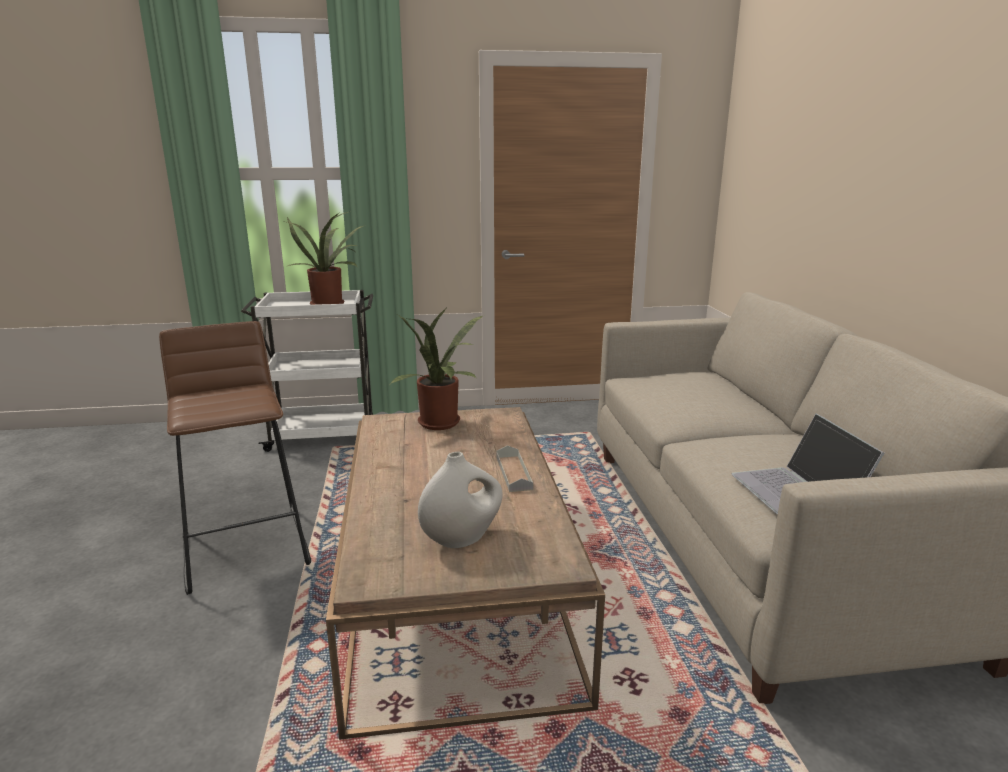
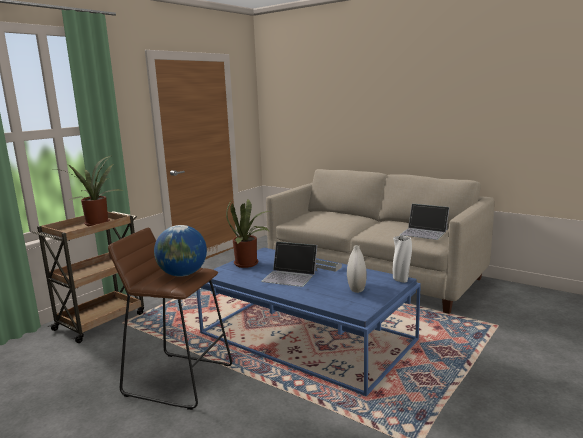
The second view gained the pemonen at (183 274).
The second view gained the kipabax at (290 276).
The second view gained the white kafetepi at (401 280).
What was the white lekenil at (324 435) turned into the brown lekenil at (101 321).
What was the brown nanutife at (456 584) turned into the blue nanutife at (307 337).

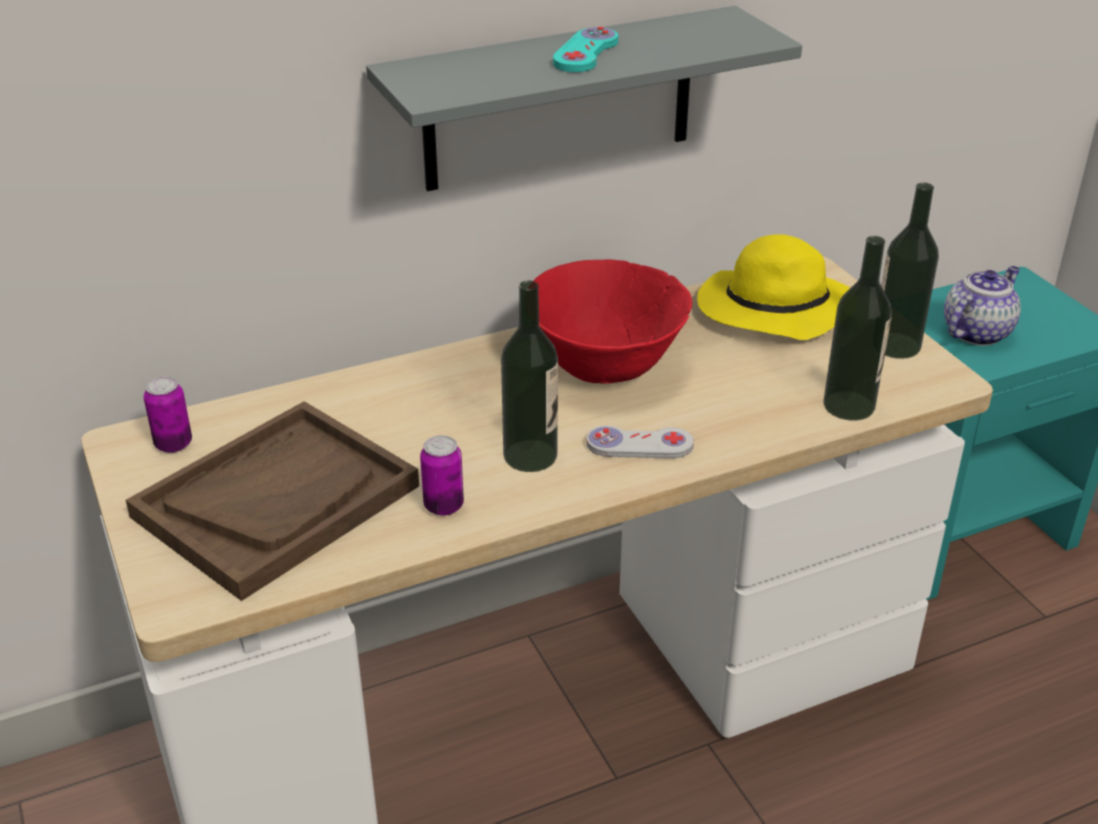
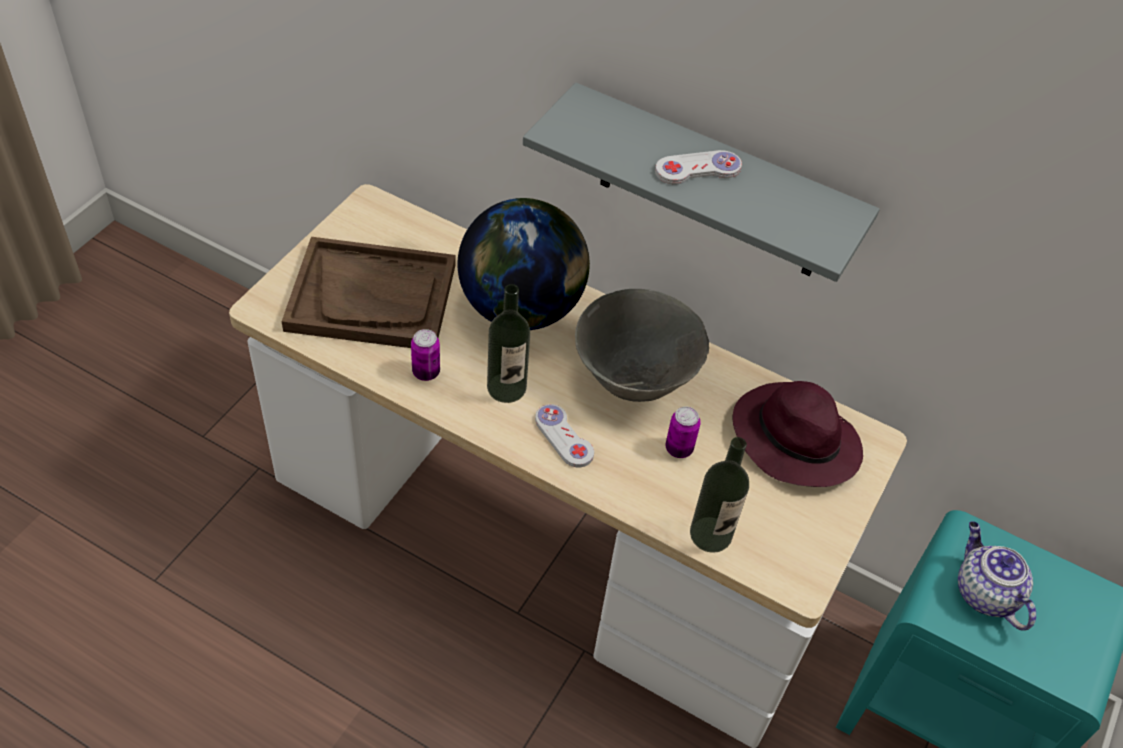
The second view lost the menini at (896 345).
The second view gained the pemonen at (522 308).
The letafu ended up elsewhere, having gone from (173 444) to (679 448).
What was the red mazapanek at (604 366) turned into the grey mazapanek at (635 377).
What was the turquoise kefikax at (585 53) turned into the white kefikax at (697 169).
What was the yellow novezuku at (772 311) turned into the purple novezuku at (793 439).
The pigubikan at (976 332) ended up facing another way, 120 degrees counterclockwise from before.

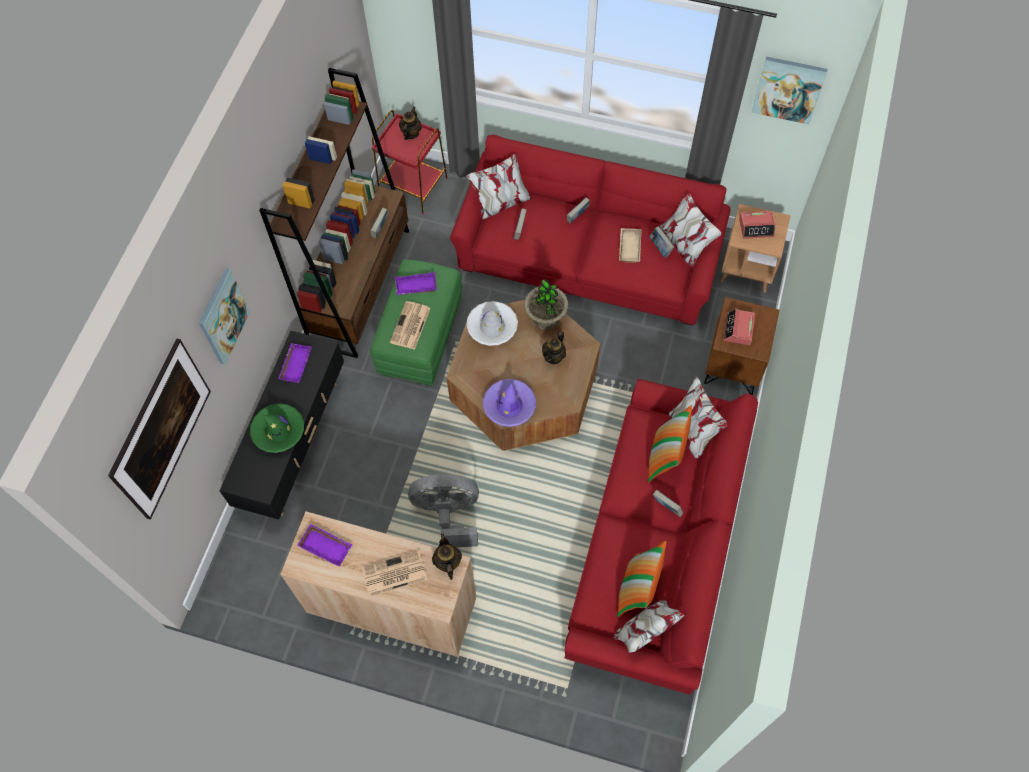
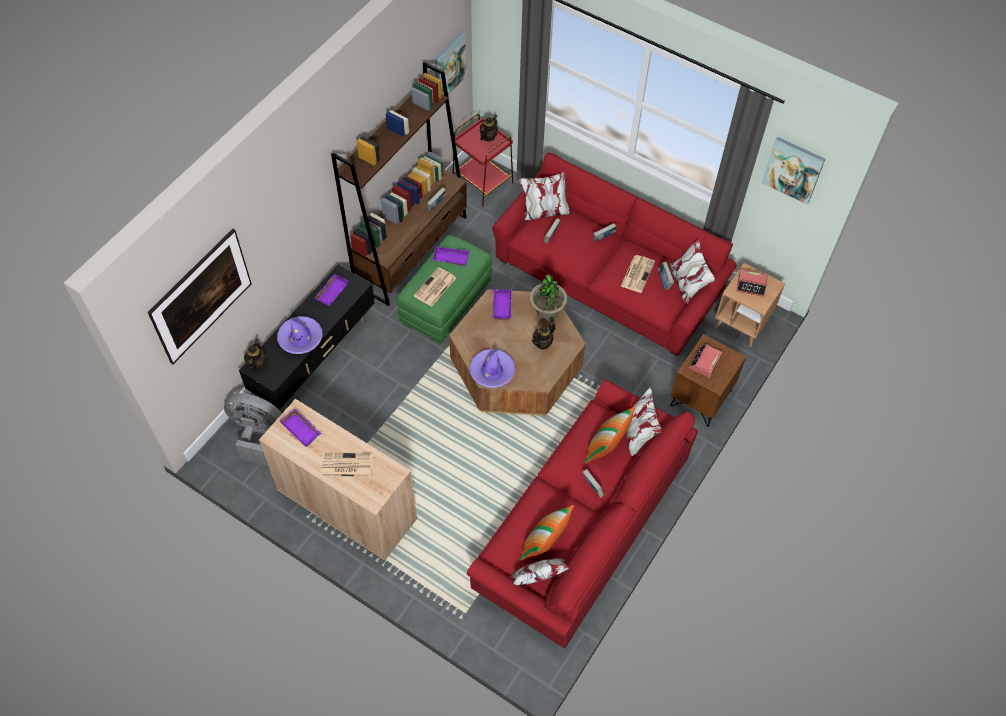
The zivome ended up elsewhere, having gone from (222 316) to (449 66).
The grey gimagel ended up elsewhere, having gone from (448 514) to (258 435).
The pigubikan ended up elsewhere, having gone from (447 562) to (257 363).
Where the white novezuku stood at (492 326), the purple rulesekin came to stand at (500 306).
Where the beige rulesekin stood at (628 247), the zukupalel came to stand at (637 273).
What was the green novezuku at (278 431) turned into the purple novezuku at (300 338).

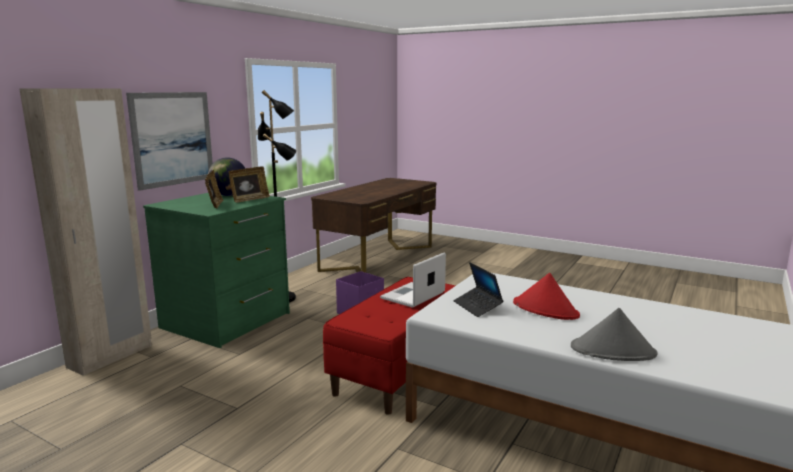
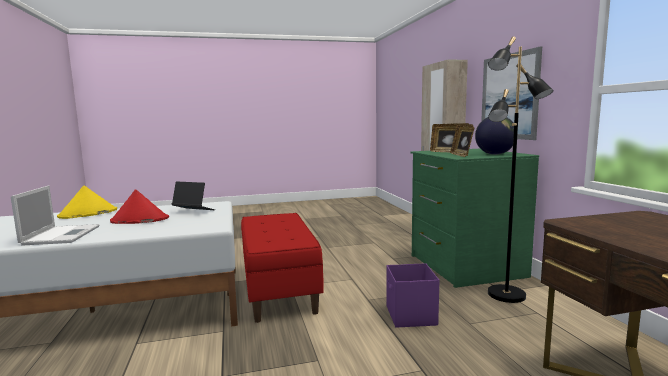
The kipabax ended up elsewhere, having gone from (412 296) to (62 235).
What was the grey novezuku at (613 351) turned into the yellow novezuku at (88 213).

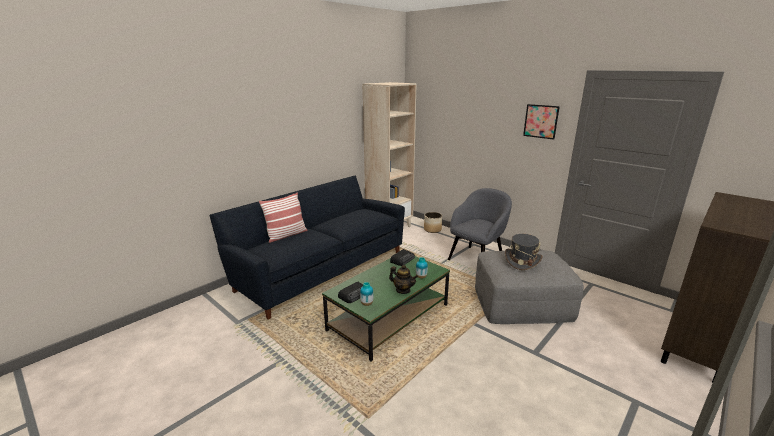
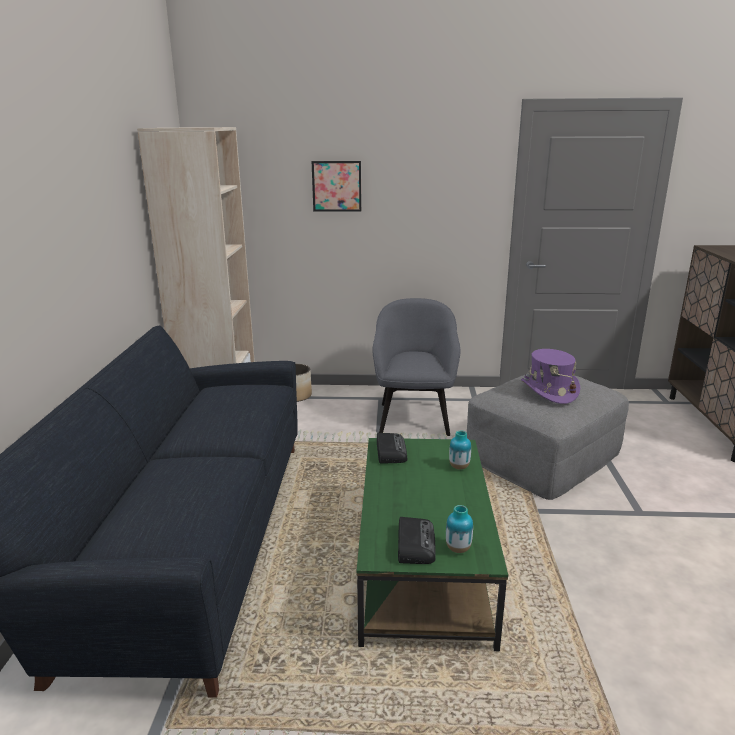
The second view lost the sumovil at (286 235).
The second view lost the pigubikan at (403 290).
The zivome ended up elsewhere, having gone from (541 121) to (336 186).
What was the grey novezuku at (522 261) turned into the purple novezuku at (549 391).

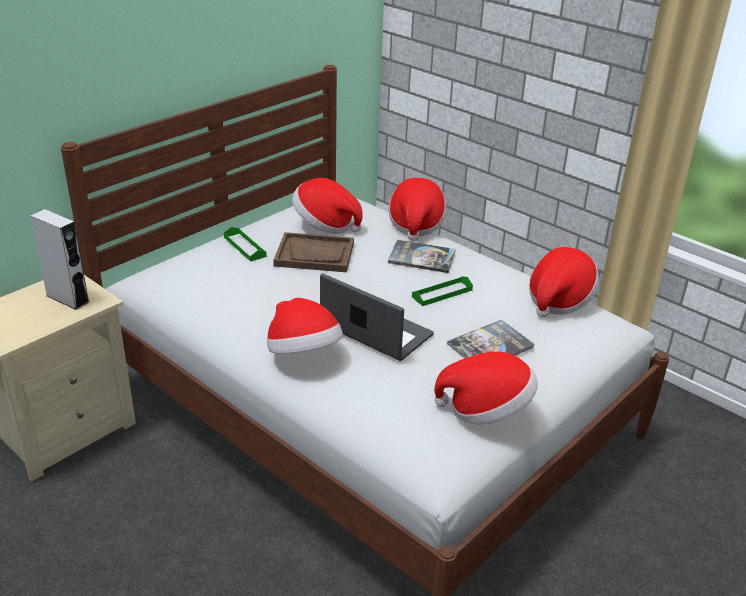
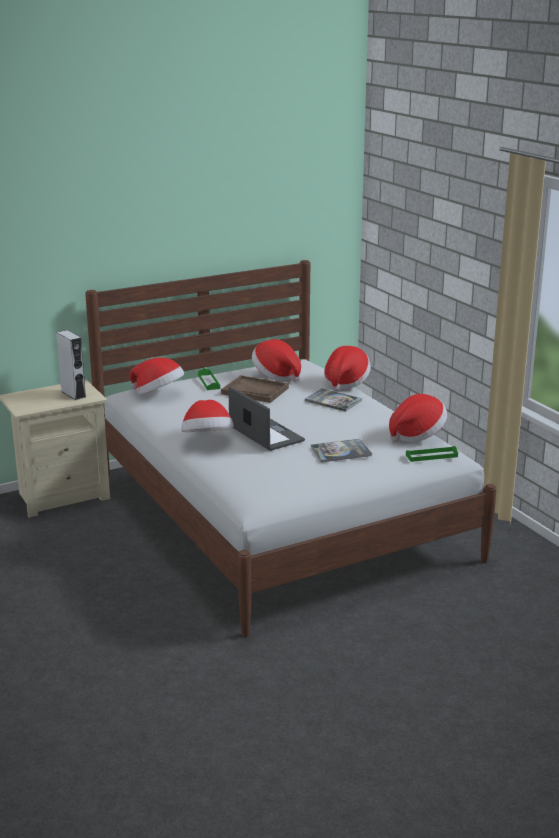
The green rulesekin ended up elsewhere, having gone from (442 293) to (431 456).
The novezuku ended up elsewhere, having gone from (486 410) to (158 394).

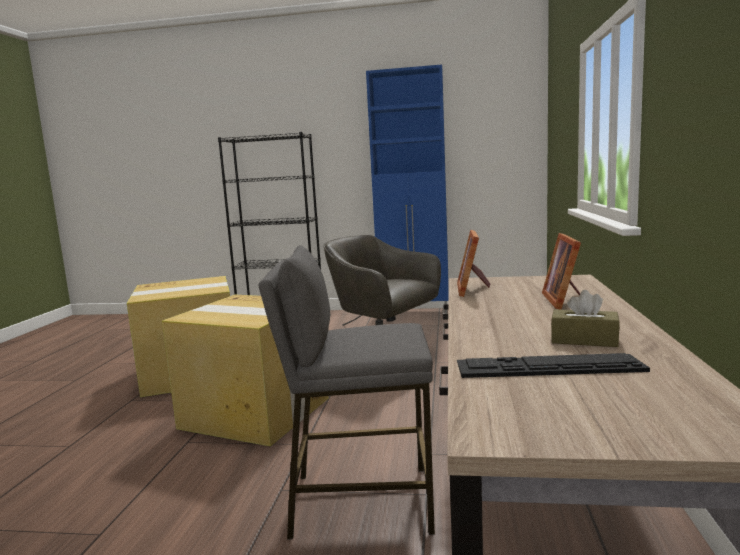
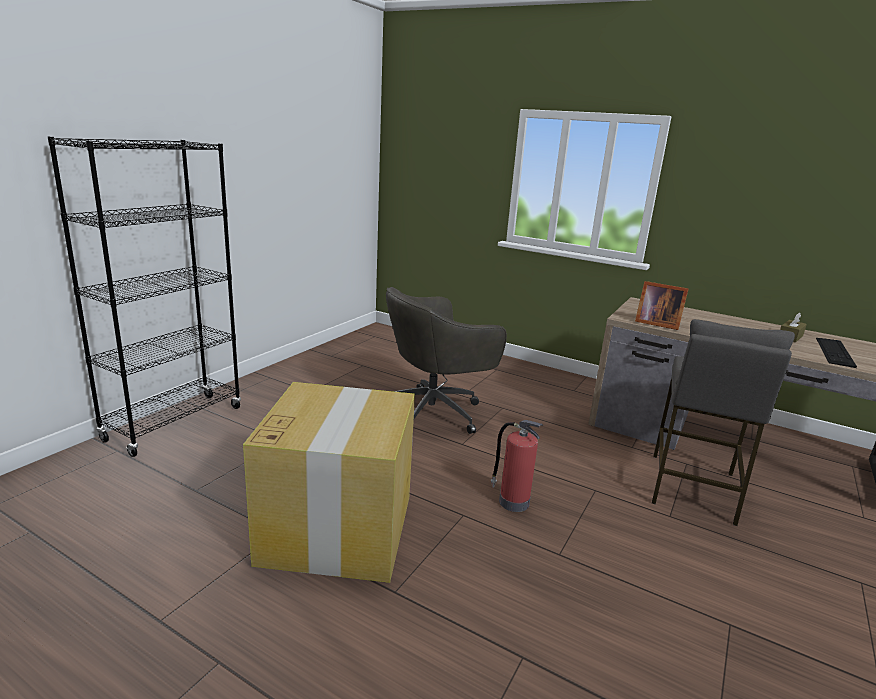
The second view lost the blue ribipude at (415 313).
The second view lost the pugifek at (564 300).
Where the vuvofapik stood at (257 413), the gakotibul came to stand at (512 501).

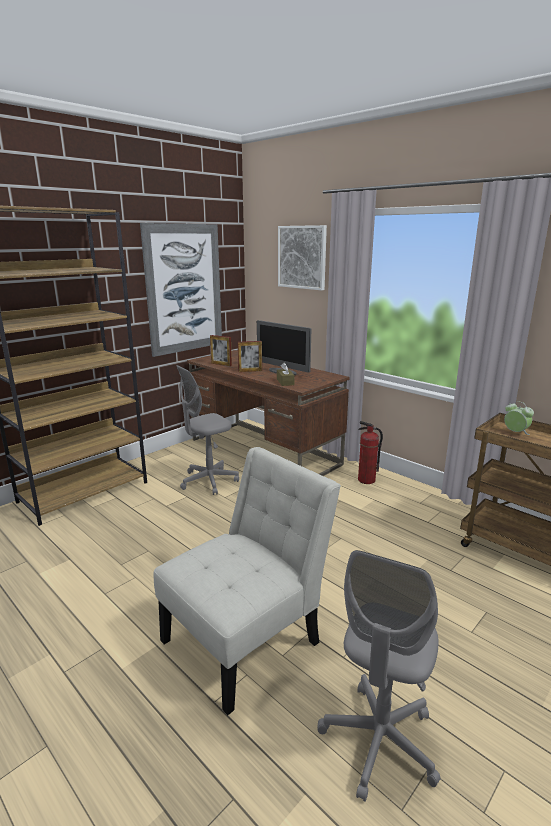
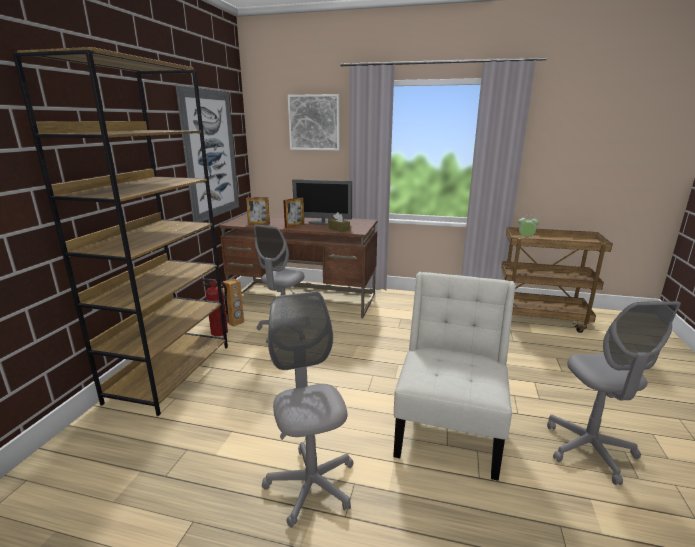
The second view gained the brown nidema at (236 322).
The second view gained the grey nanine at (311 485).
The gakotibul ended up elsewhere, having gone from (366 480) to (219 332).

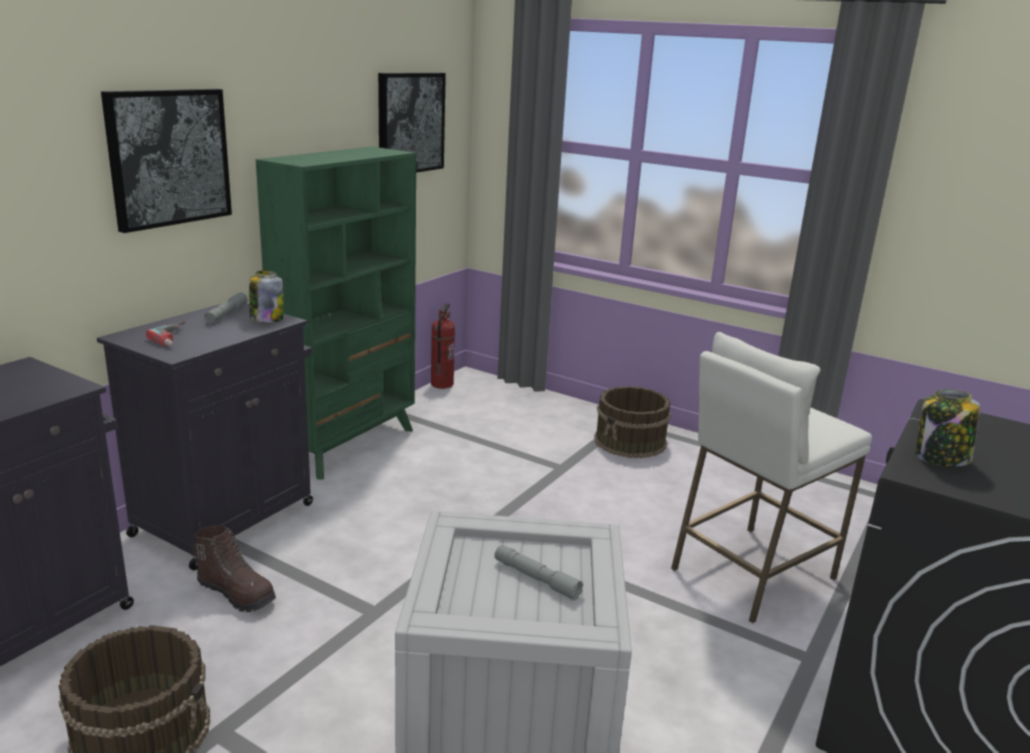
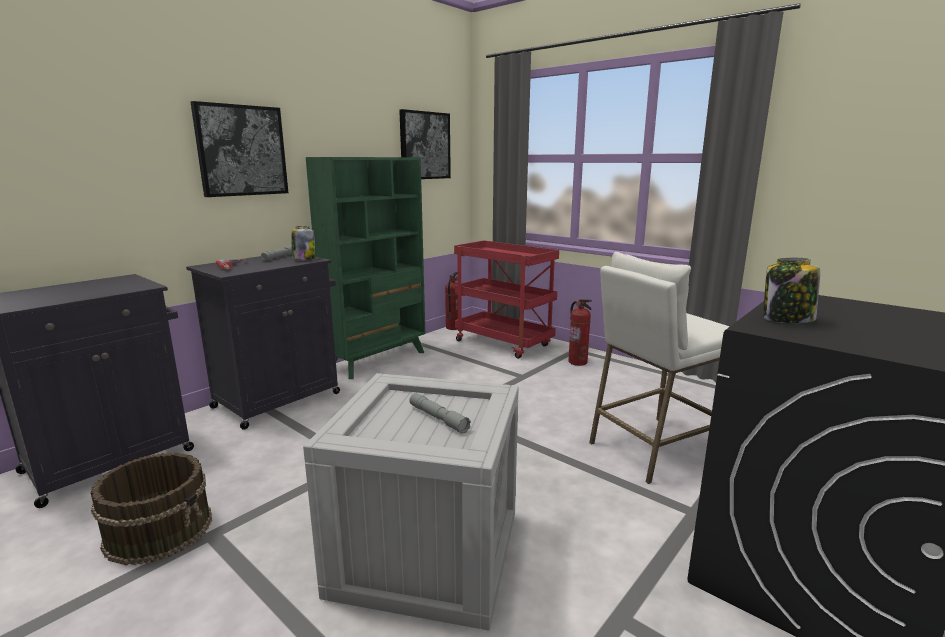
The second view lost the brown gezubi at (237 593).
The second view gained the red lekenil at (504 344).
Where the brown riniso stood at (631 442), the gakotibul came to stand at (578 362).

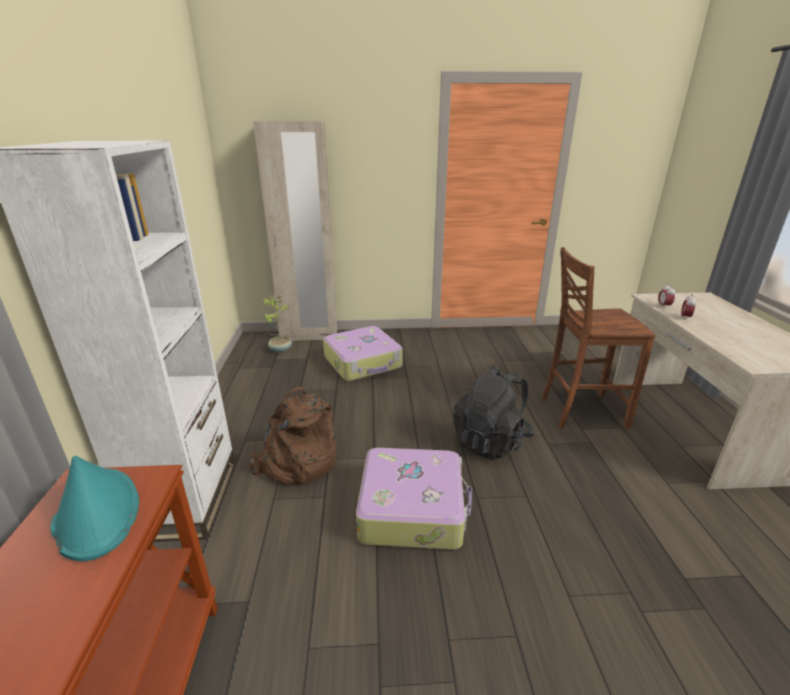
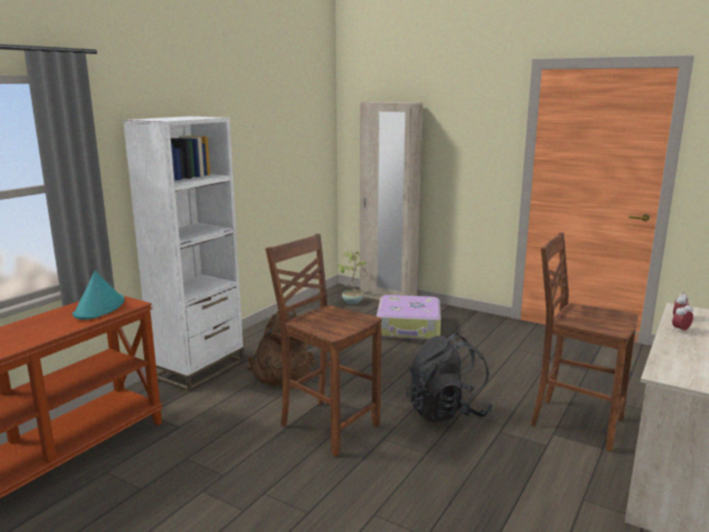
Where the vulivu stood at (412 508), the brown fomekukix came to stand at (327 425).

